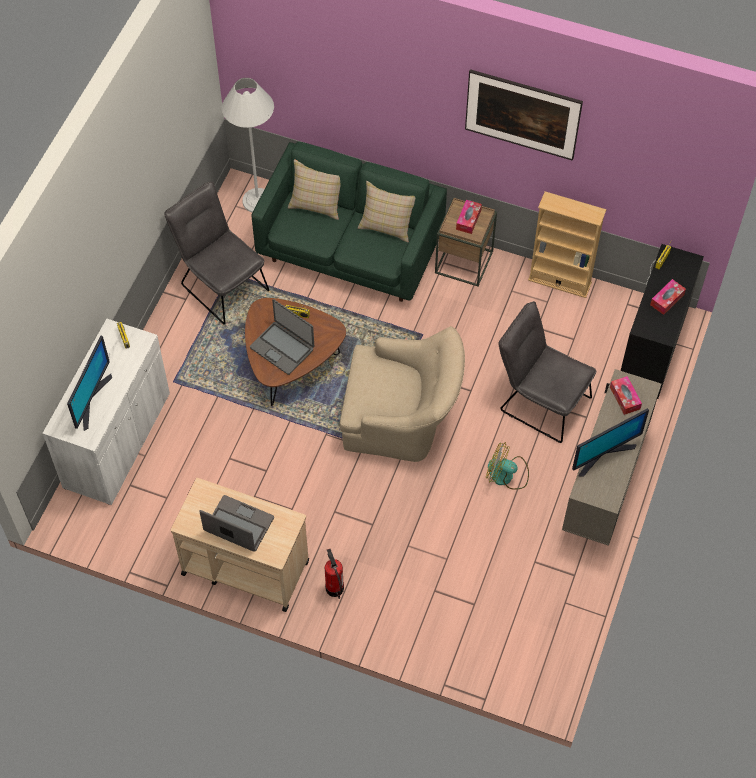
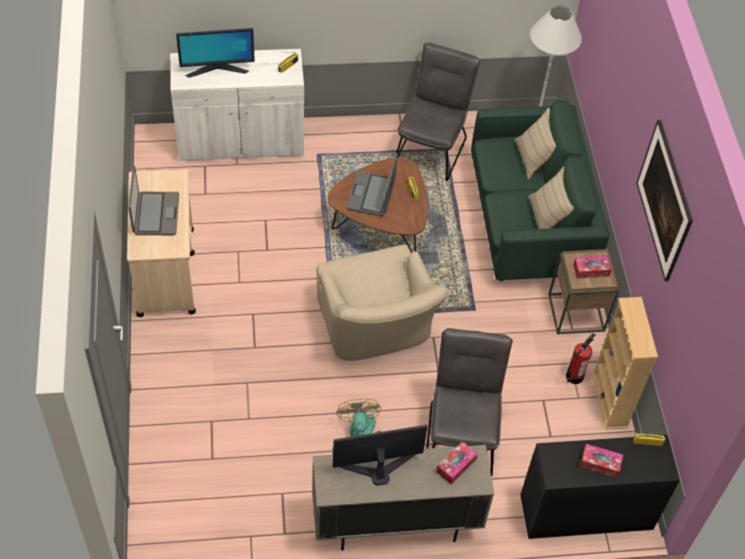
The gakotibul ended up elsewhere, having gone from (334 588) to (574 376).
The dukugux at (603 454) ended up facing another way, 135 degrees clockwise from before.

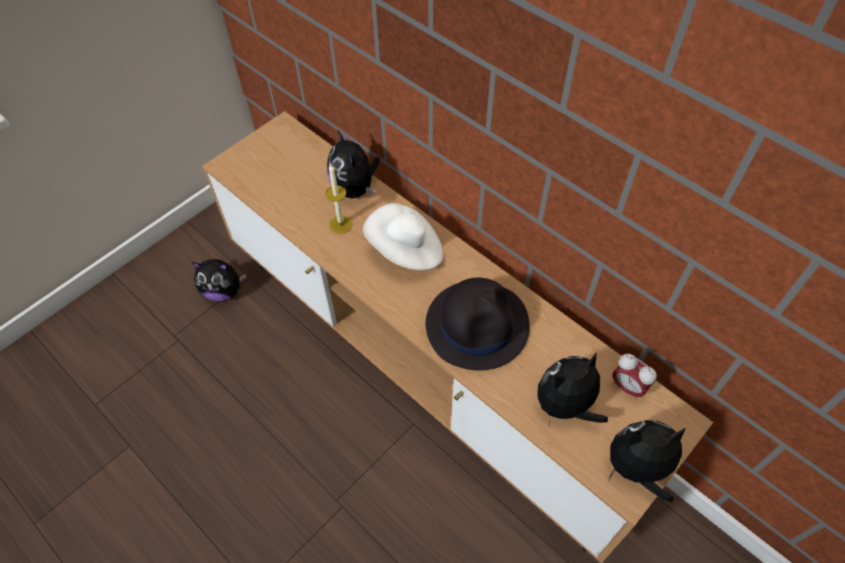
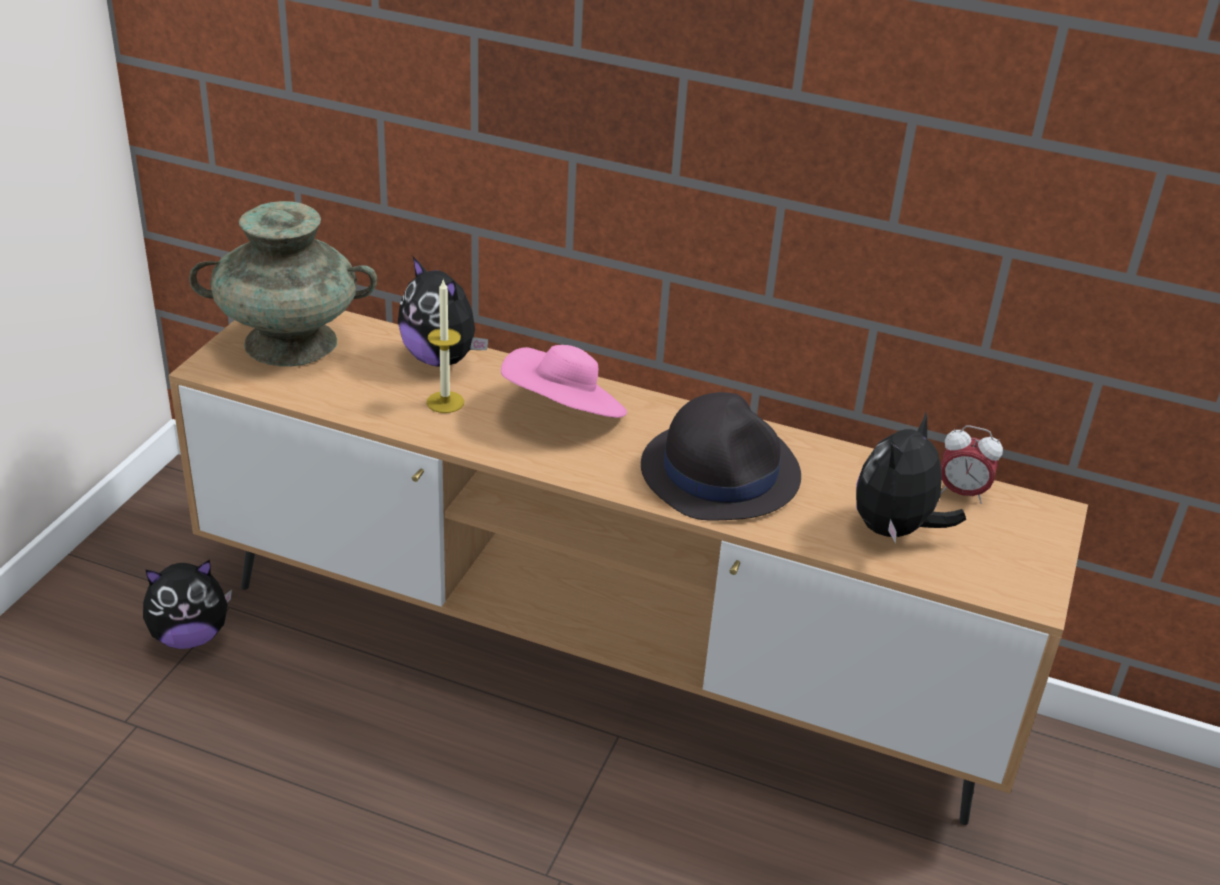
The second view lost the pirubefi at (637 469).
The second view gained the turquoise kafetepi at (289 343).
What was the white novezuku at (406 250) turned into the pink novezuku at (564 413).

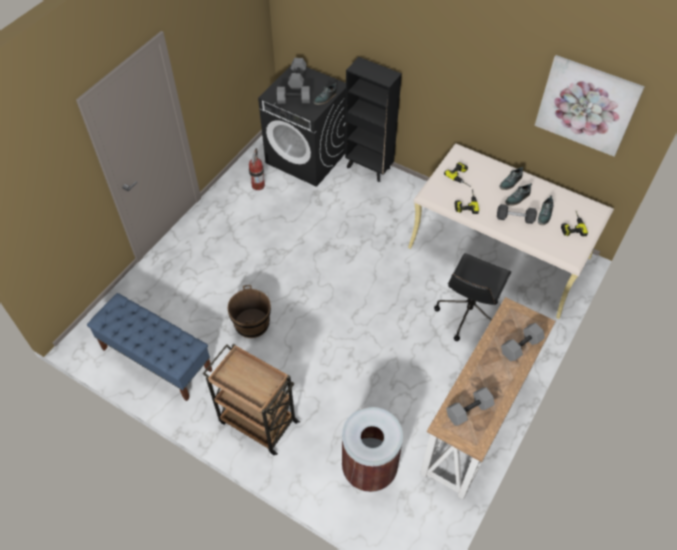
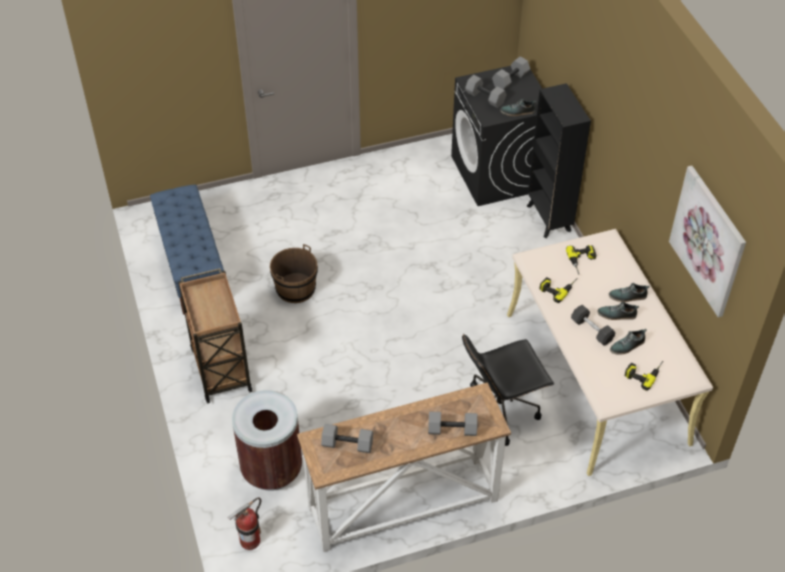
The gakotibul ended up elsewhere, having gone from (258 185) to (250 541).

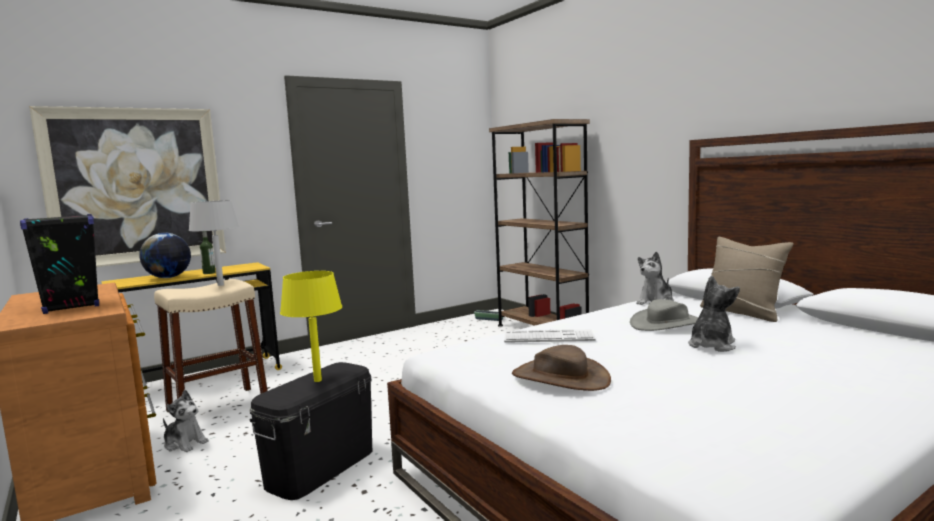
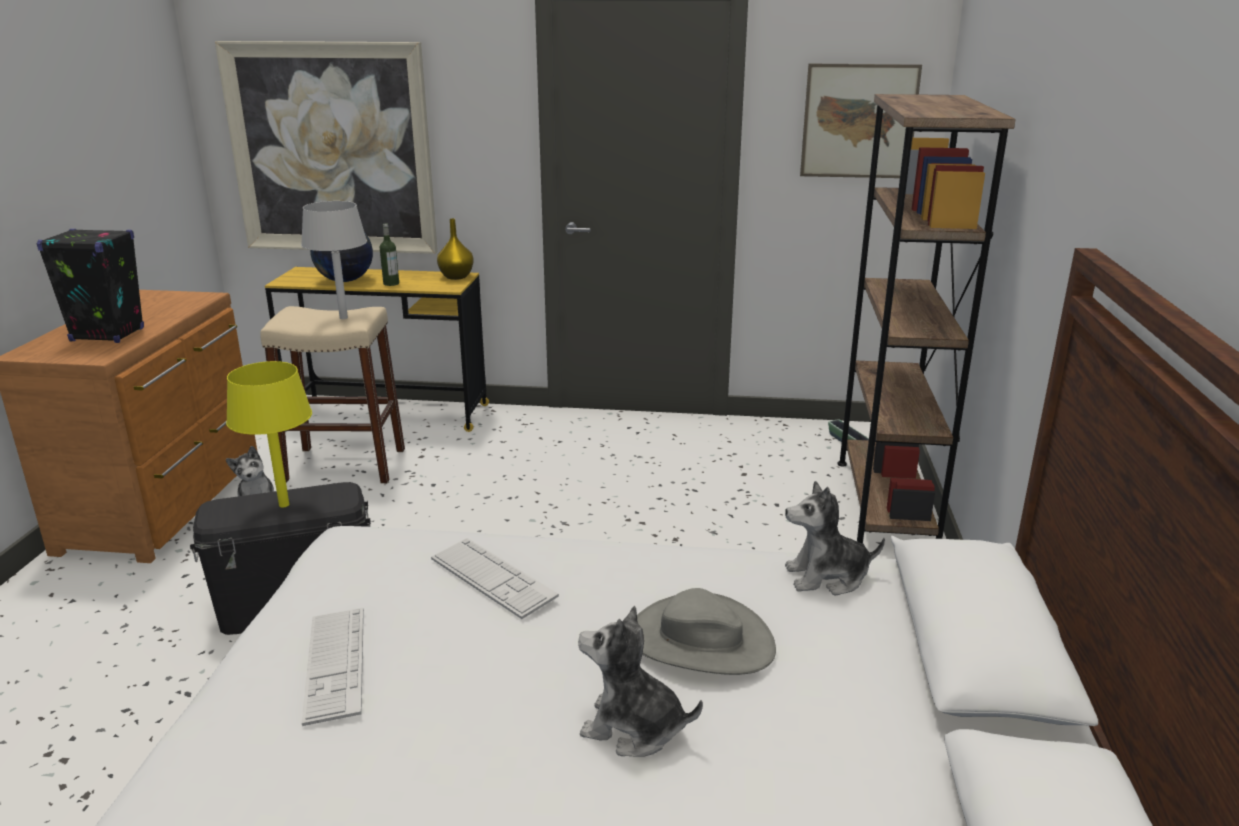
The second view lost the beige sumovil at (742 312).
The second view gained the yellow kafetepi at (457 277).
The second view gained the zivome at (859 121).
Where the brown novezuku stood at (560 377), the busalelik came to stand at (335 664).
The pirubefi at (711 345) ended up facing another way, 150 degrees counterclockwise from before.

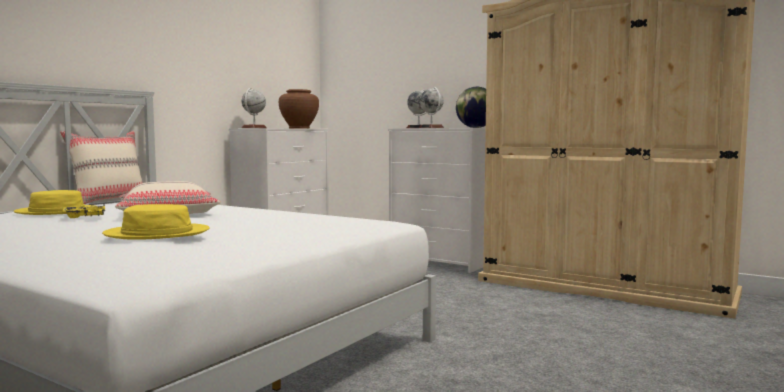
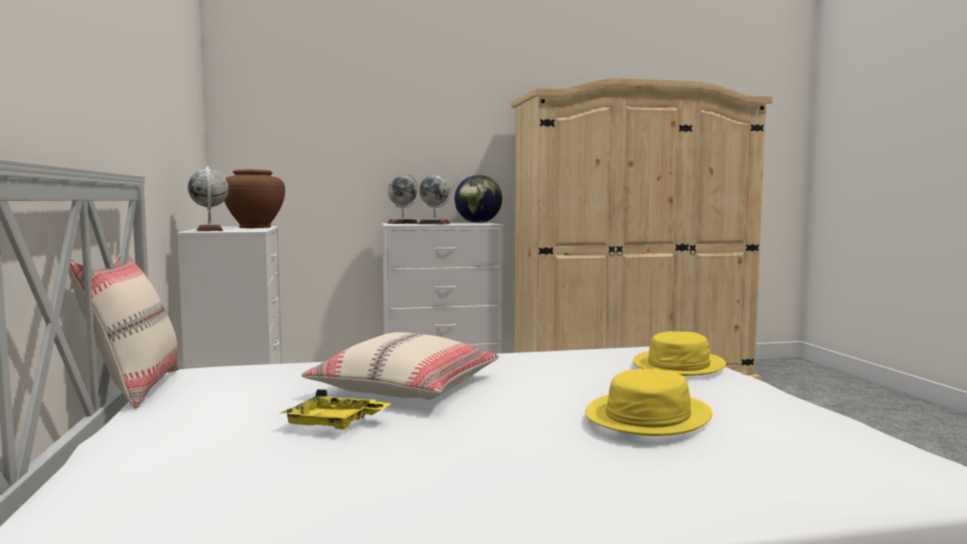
The yellow novezuku ended up elsewhere, having gone from (57 211) to (679 365).

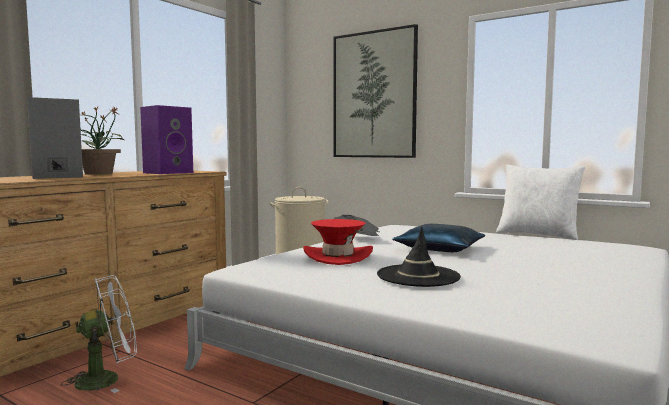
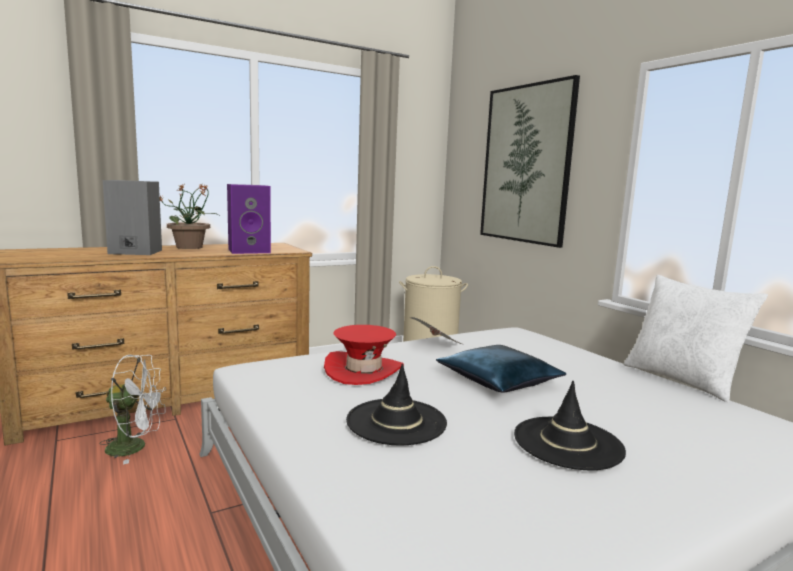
The second view gained the black novezuku at (567 443).

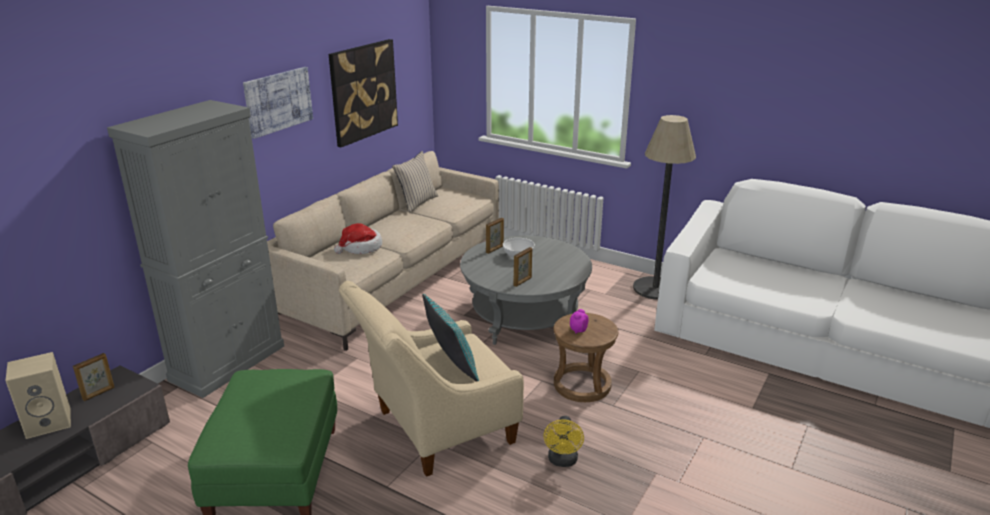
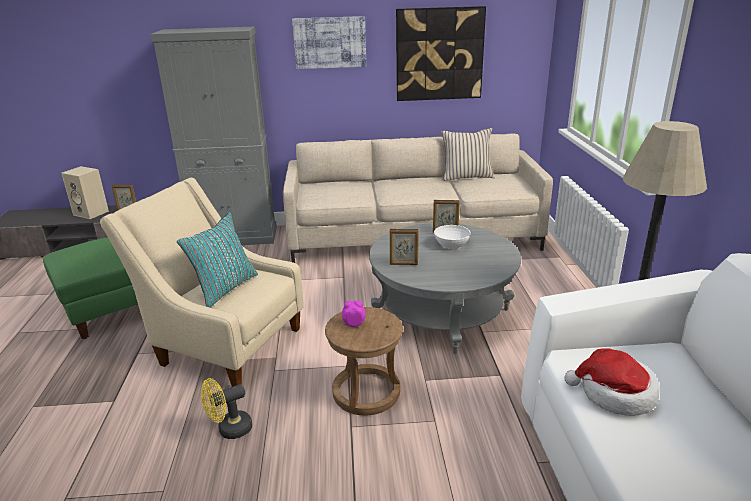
The novezuku ended up elsewhere, having gone from (361 248) to (615 394).

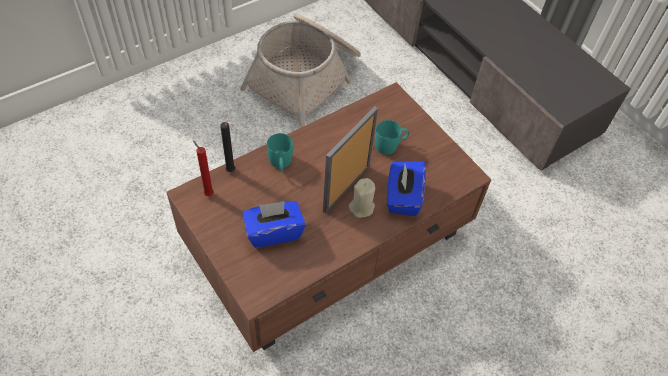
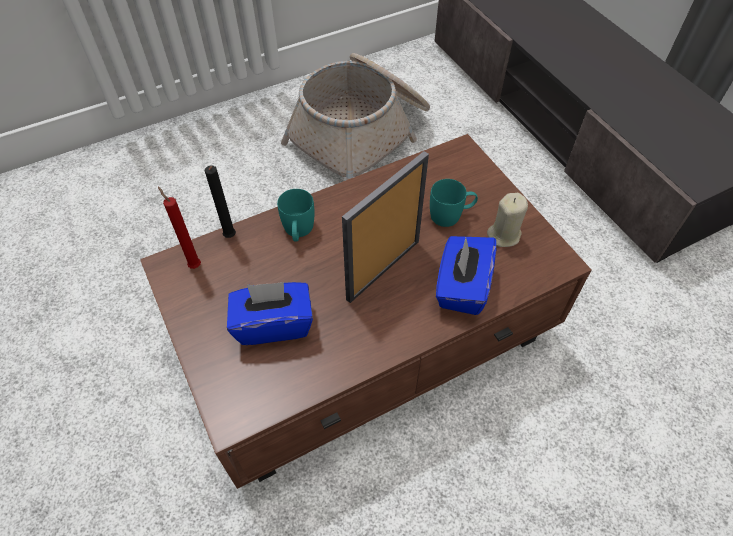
The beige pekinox ended up elsewhere, having gone from (362 207) to (504 235).

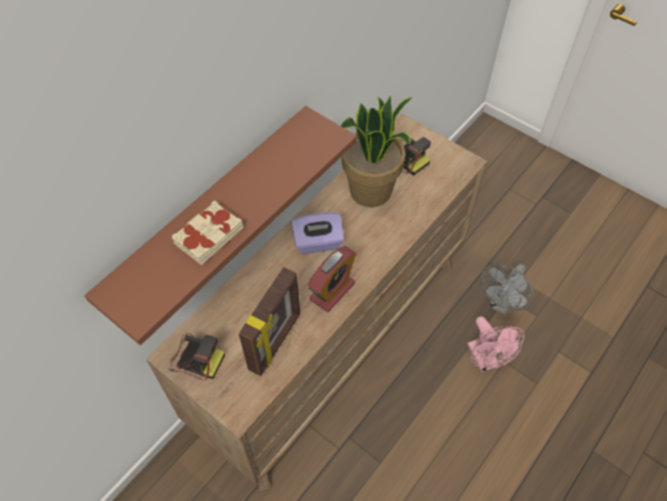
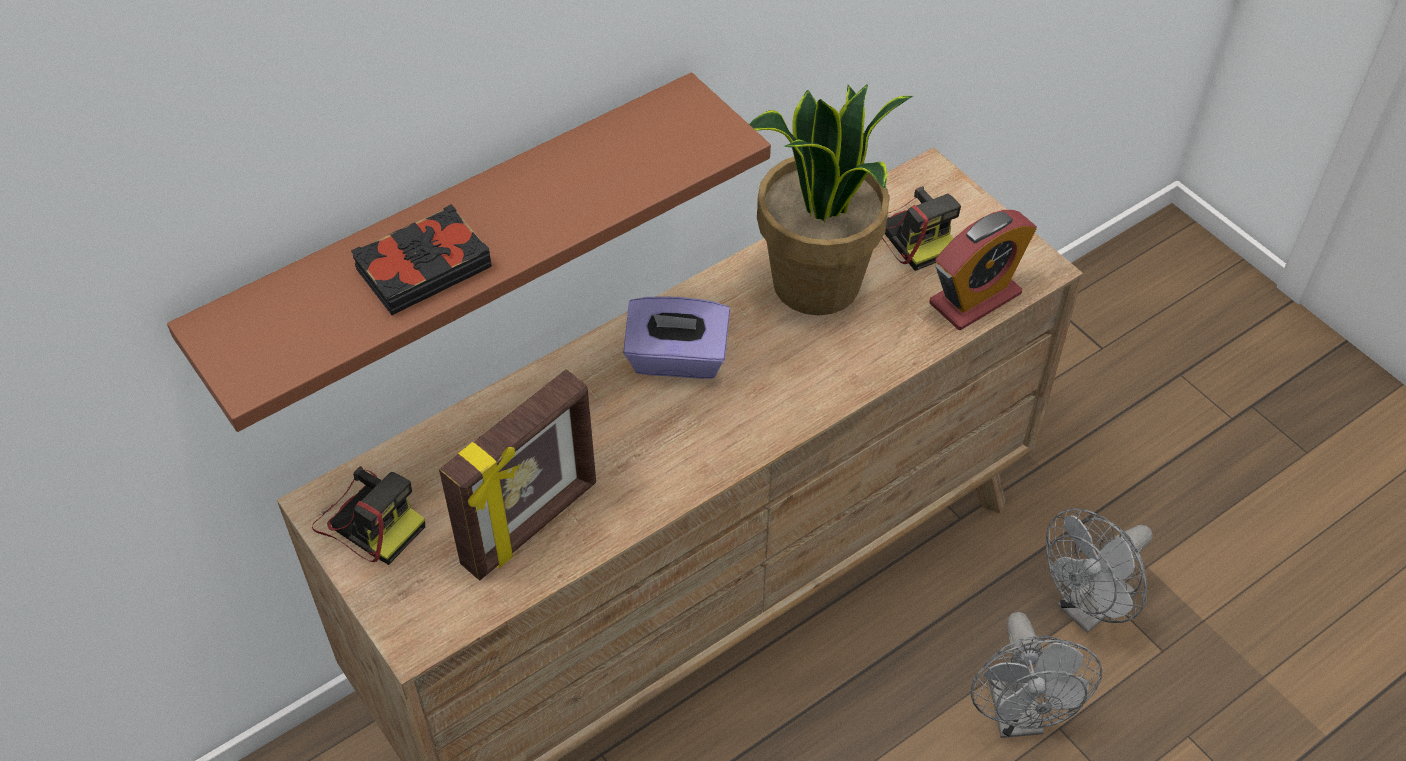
The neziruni ended up elsewhere, having gone from (332 291) to (975 299).
What was the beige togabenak at (208 236) turned into the black togabenak at (422 267).
What was the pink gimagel at (485 360) turned into the grey gimagel at (1018 716).

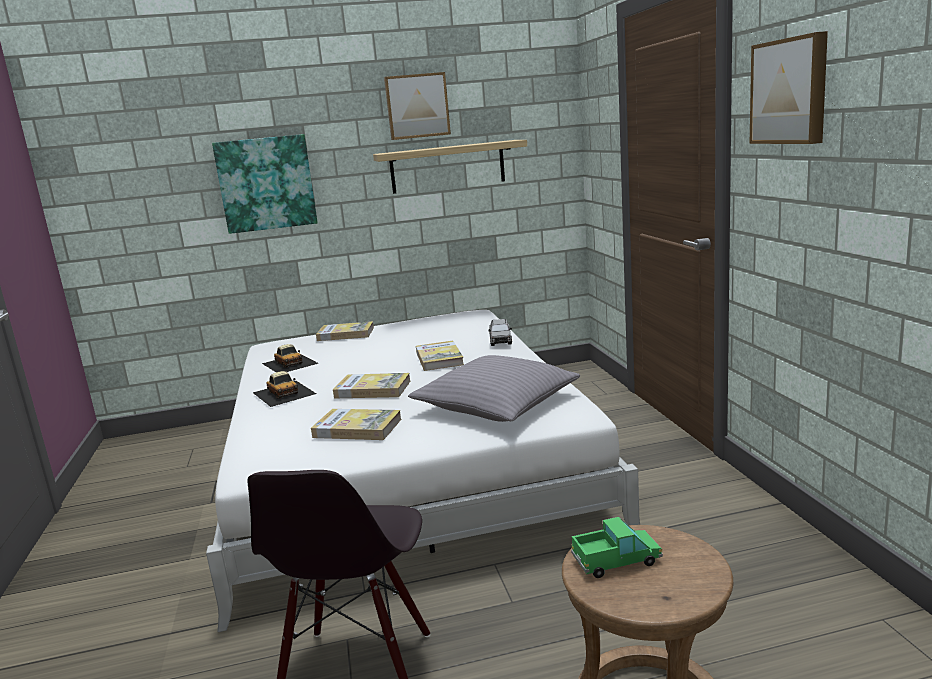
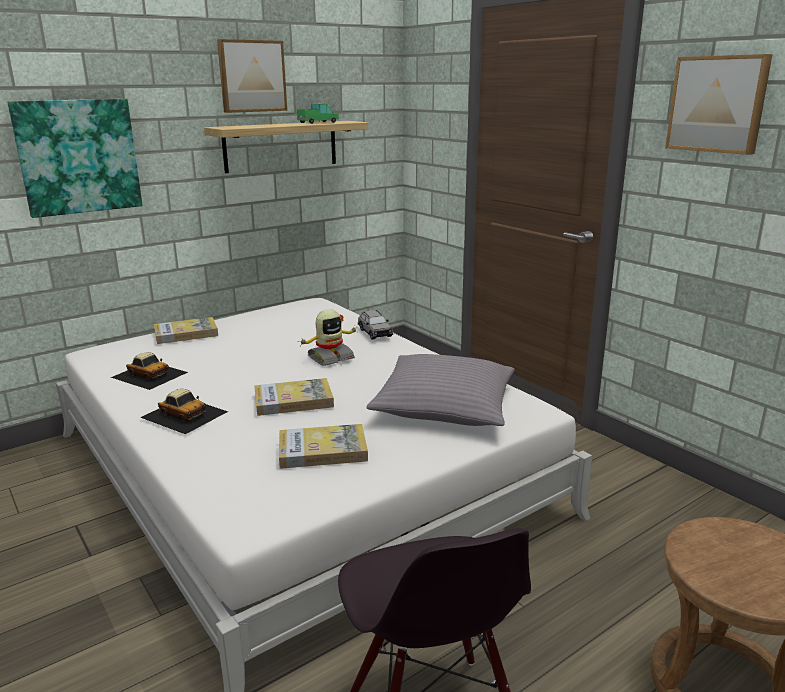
The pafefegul ended up elsewhere, having gone from (616 561) to (318 122).
Where the togabenak stood at (439 359), the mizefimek came to stand at (330 357).

